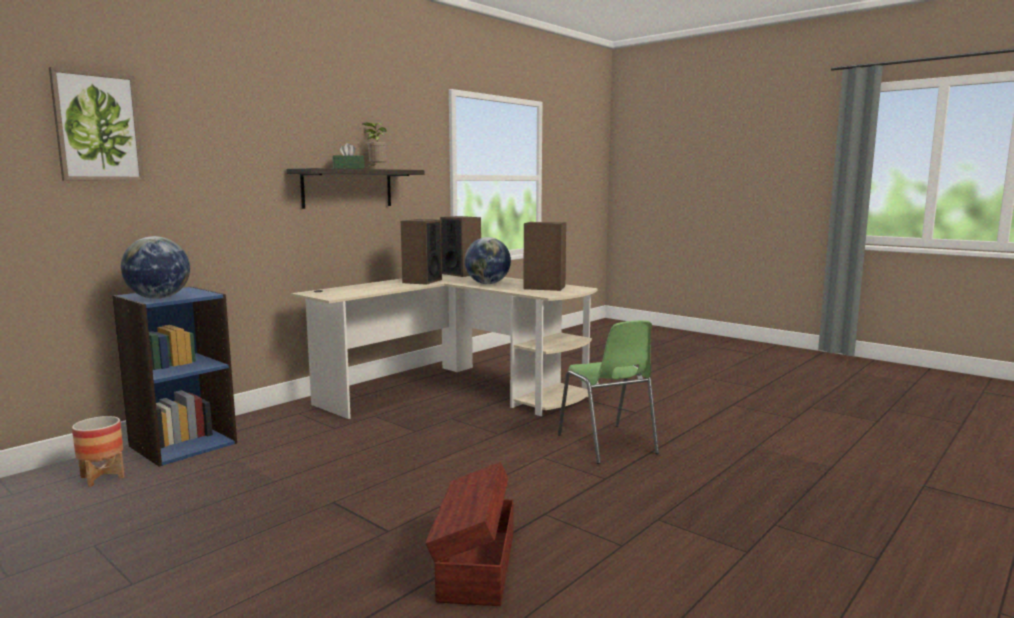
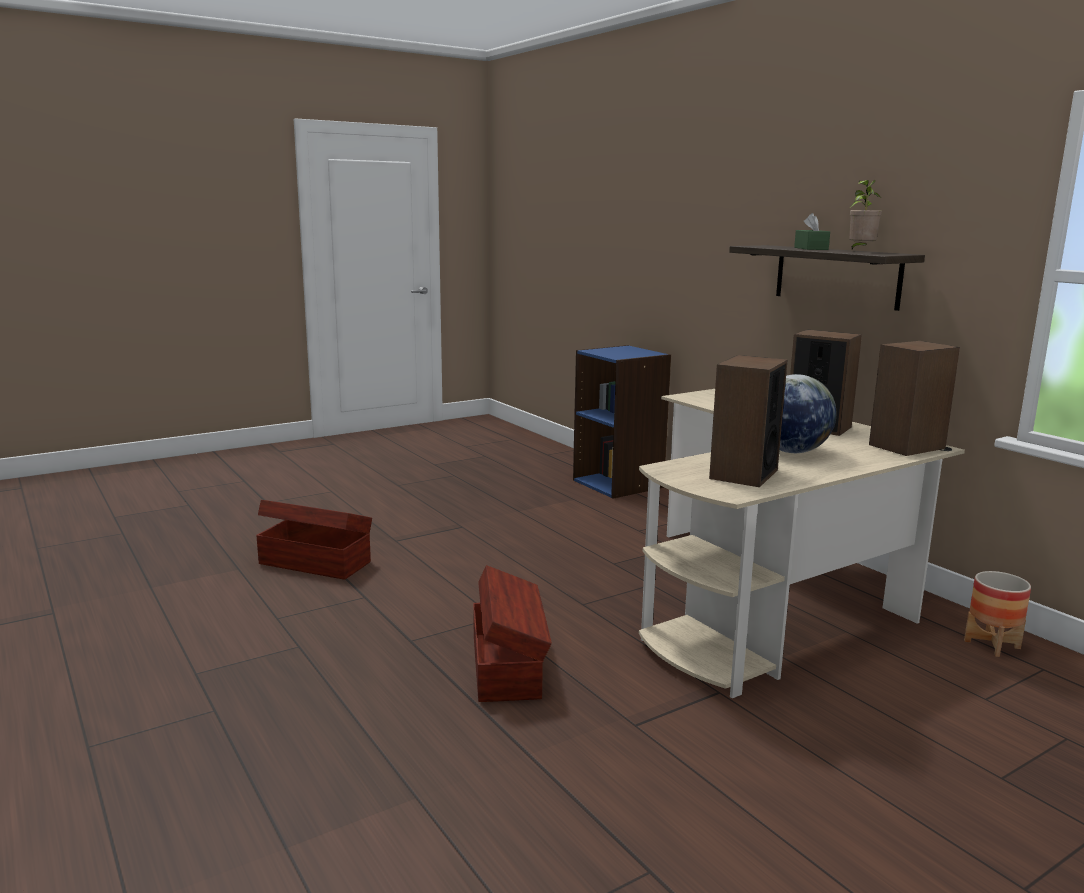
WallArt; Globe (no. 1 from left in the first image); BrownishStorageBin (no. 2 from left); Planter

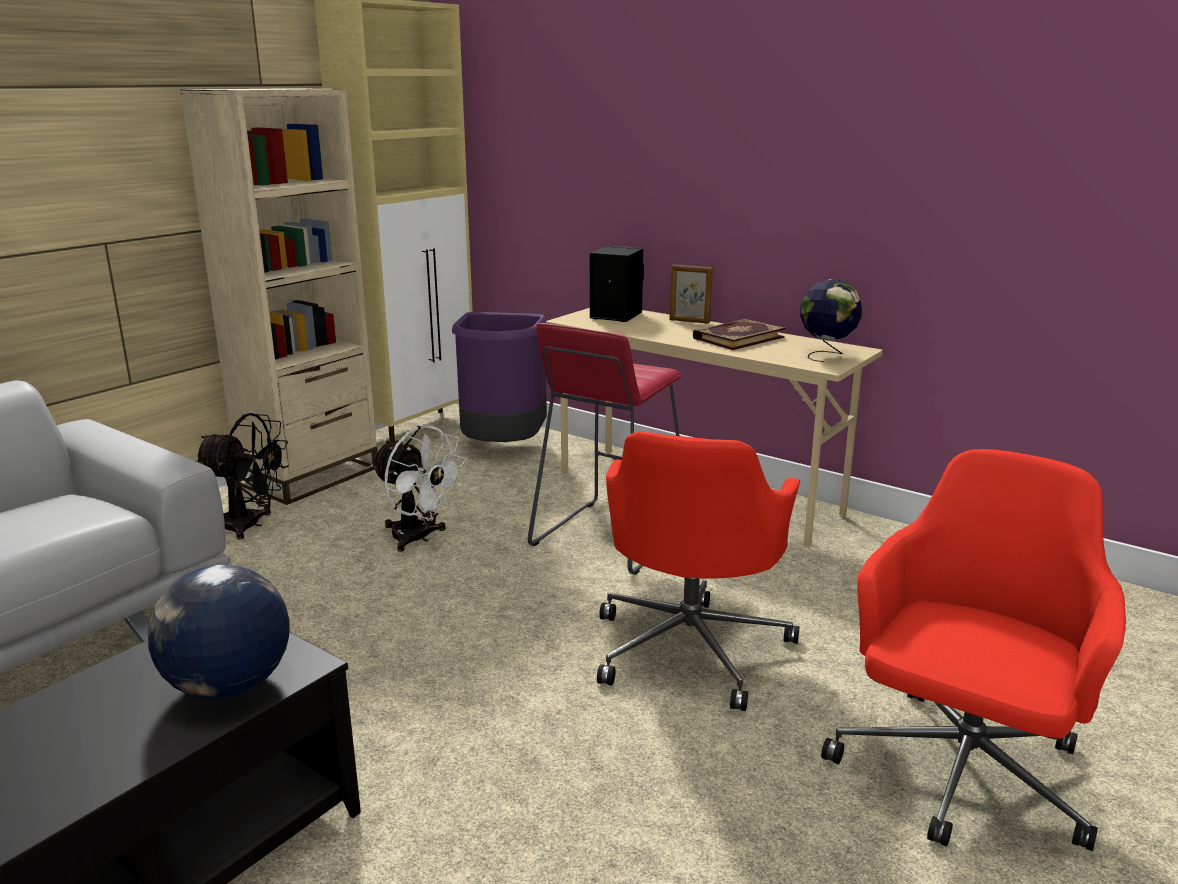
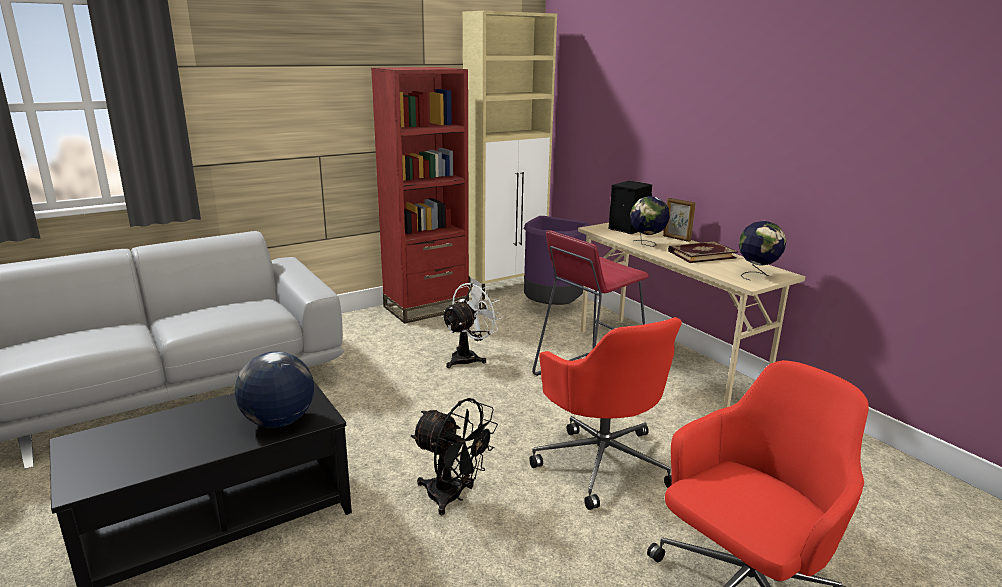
RedBookcase; BlackishCoolingFan; WhitishCoolingFan; RedComputerChair (no. 1 from left); Globe (no. 2 from left)

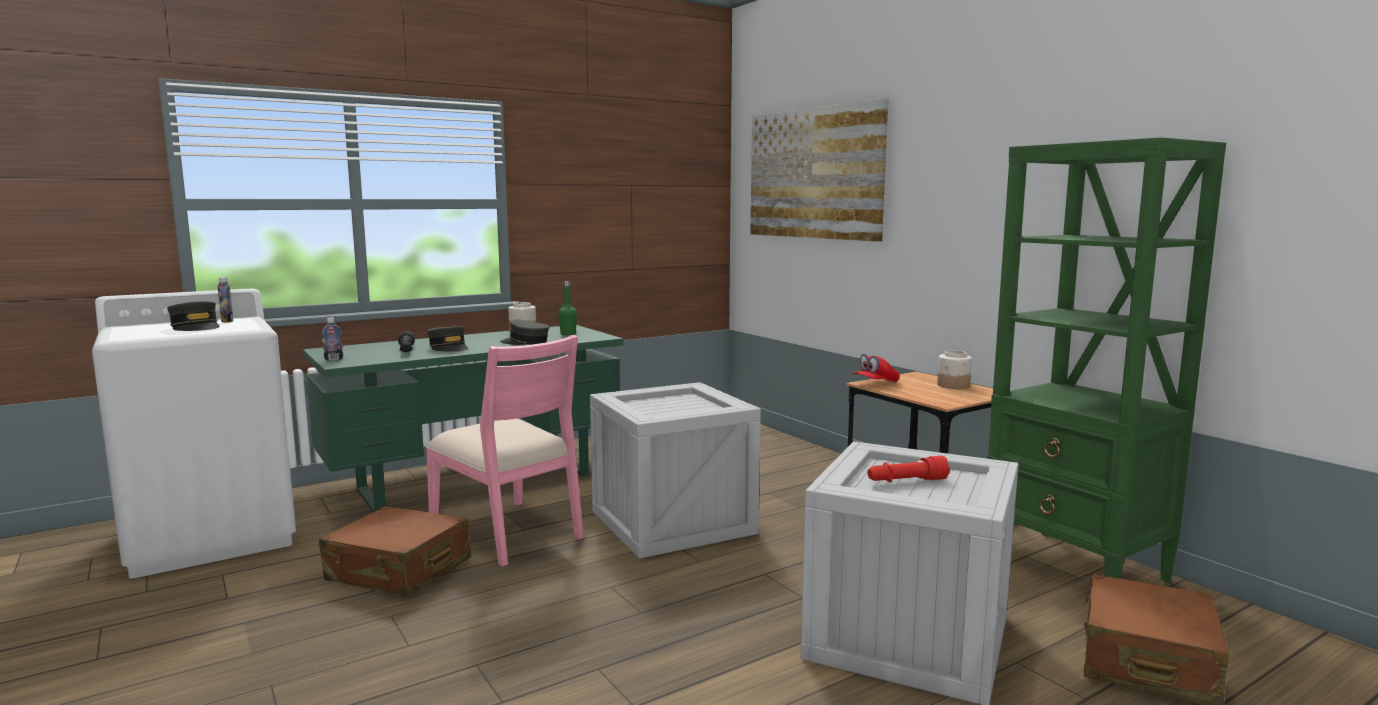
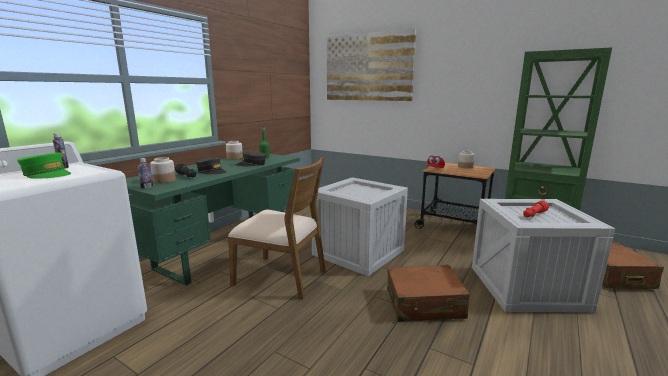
GreenishCap; BrownishPlainChair; BrownishPieceOfLuggage (no. 1 from left); PreserveJar (no. 1 from left)

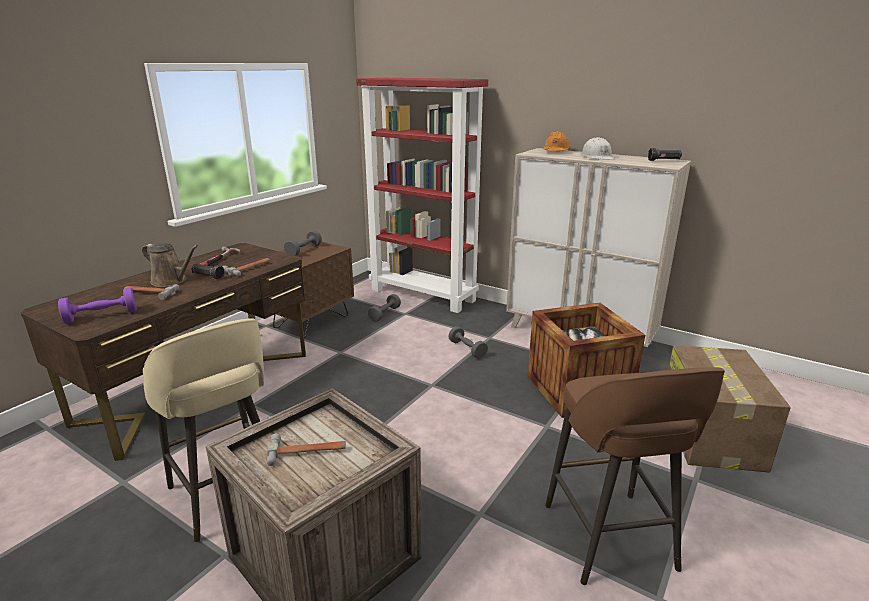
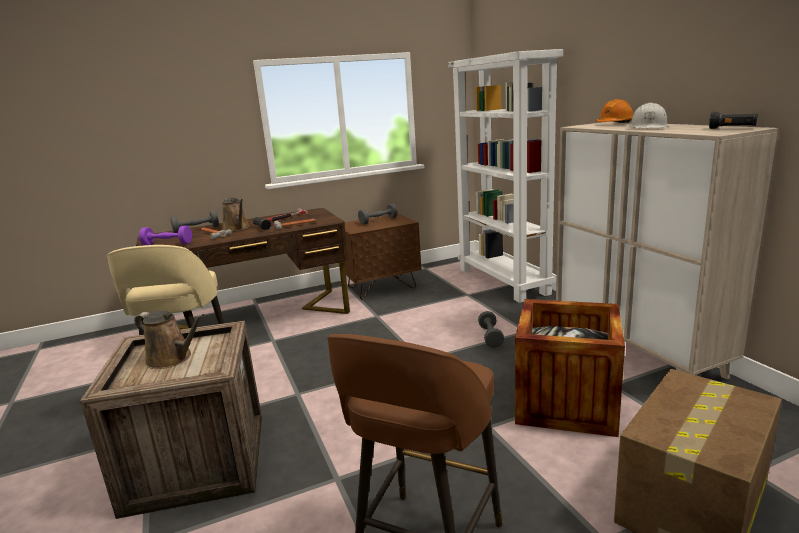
WhitishBookcase; GrayDumbbell (no. 1 from left); BrownishWateringCan (no. 1 from left)

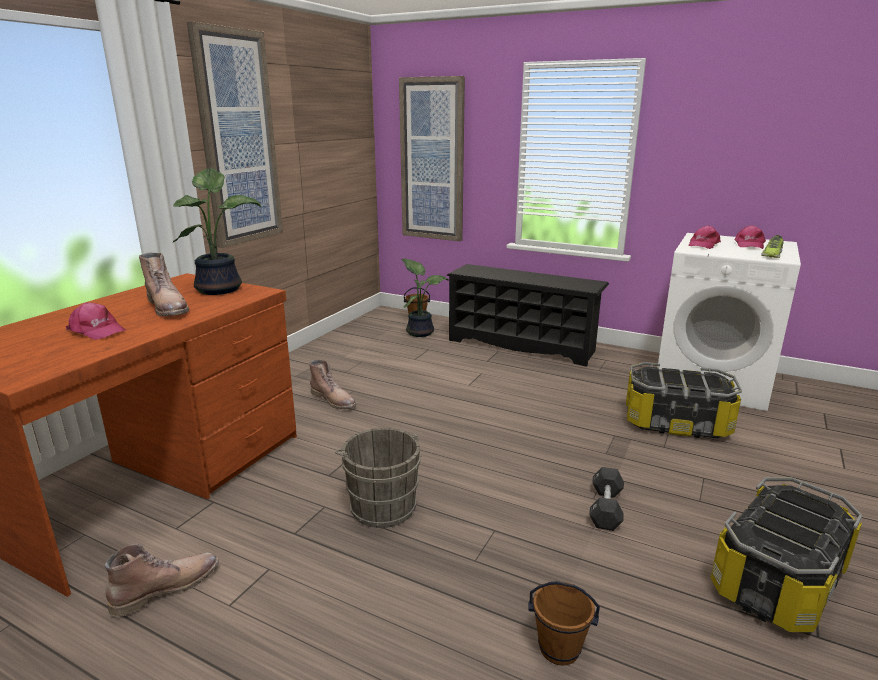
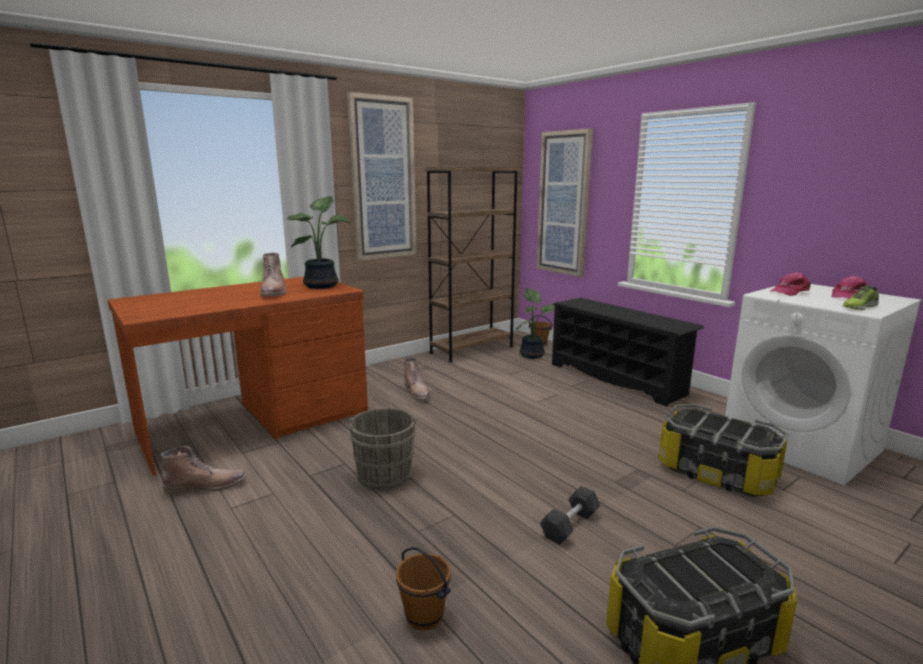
PinkColouredCap (no. 1 from left in the first image); BrownishBookcase

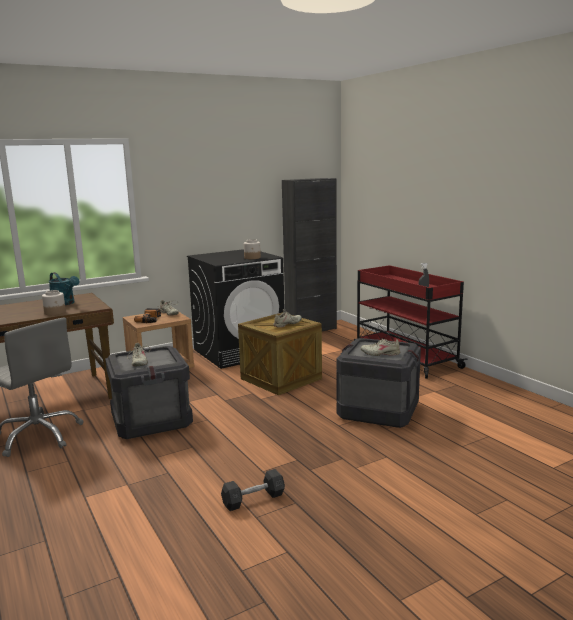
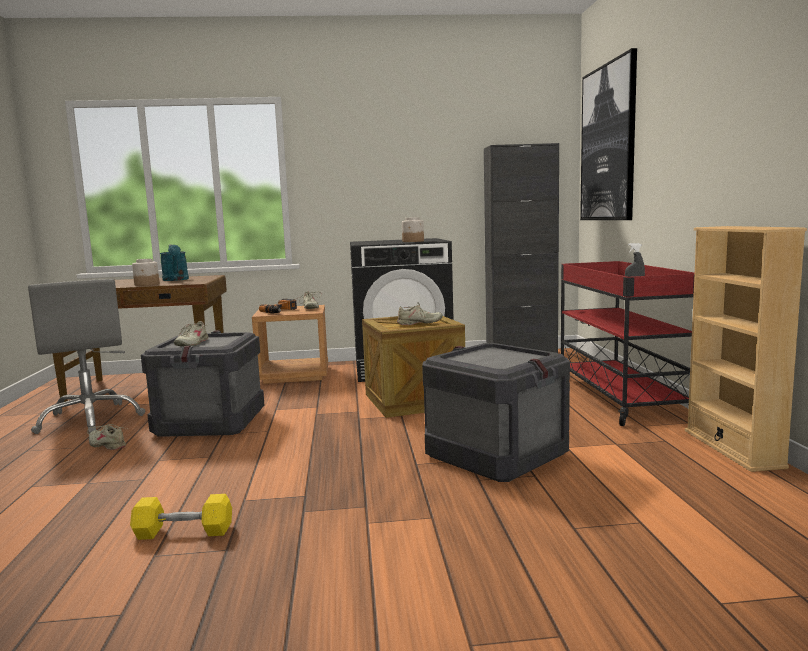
SandColouredLowShoe (no. 1 from left); YellowishDumbbell; WallArt; SandColouredBookcase

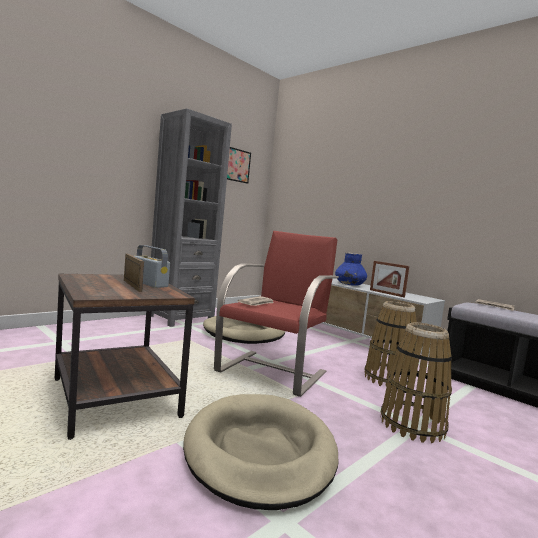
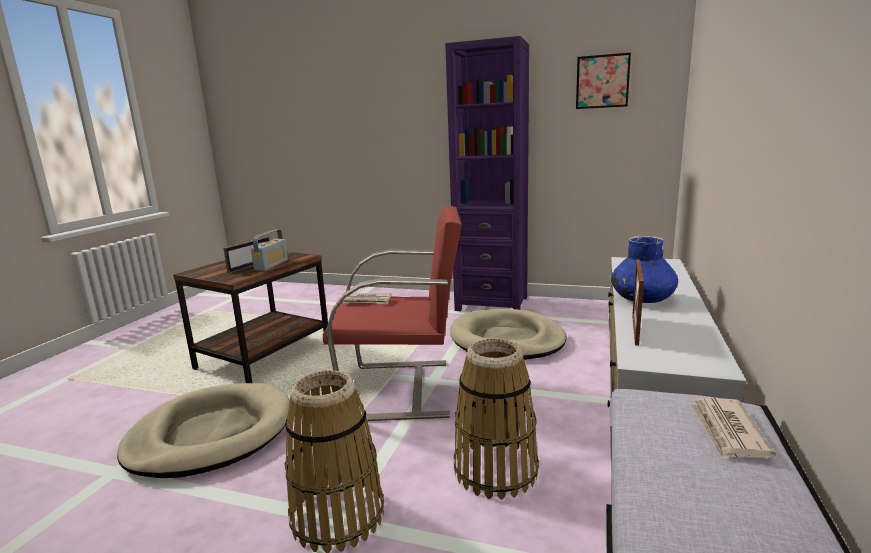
PurplishBookcase

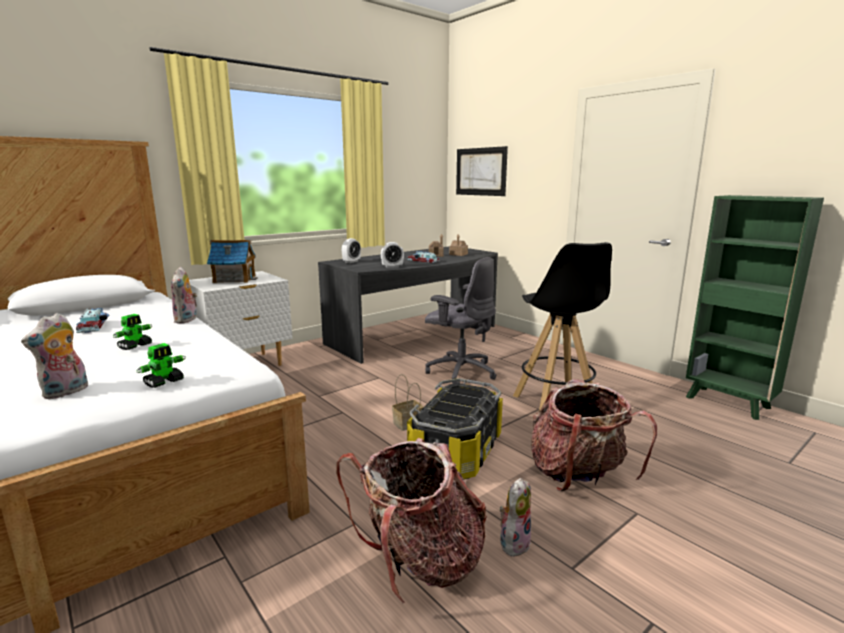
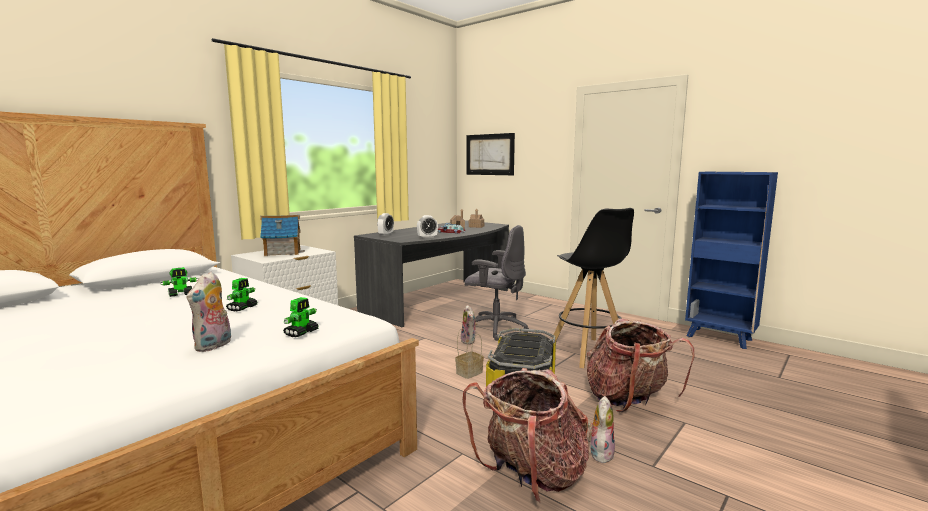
BluishBookcase; CuddlyToy (no. 2 from left); RobotFigure (no. 1 from left)

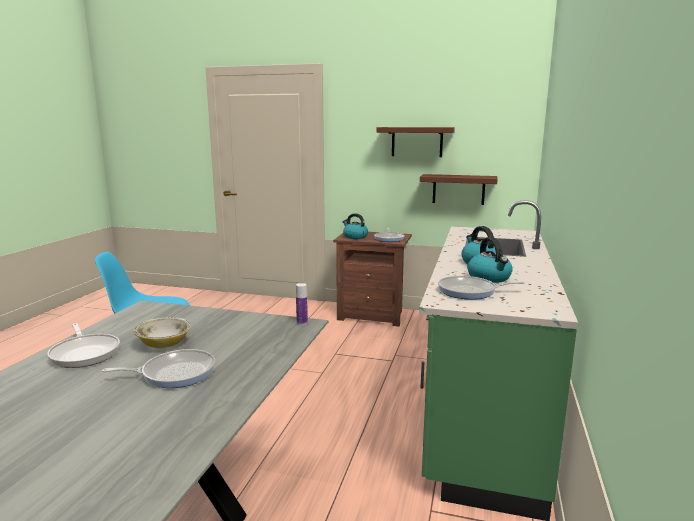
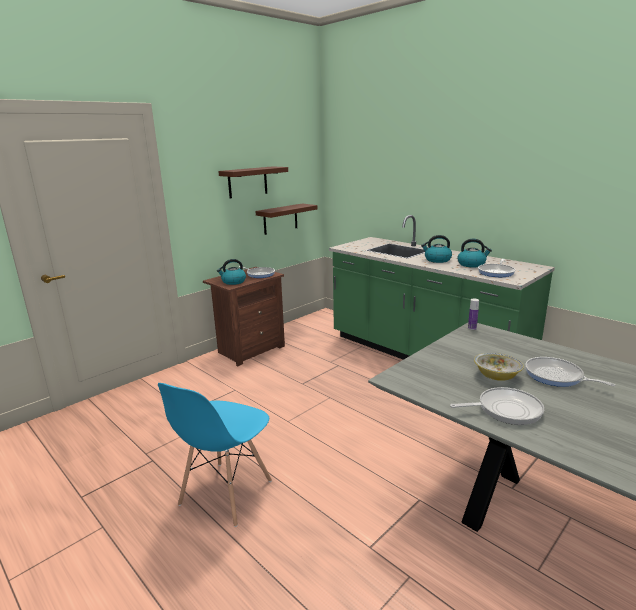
Skillet (no. 4 from left)

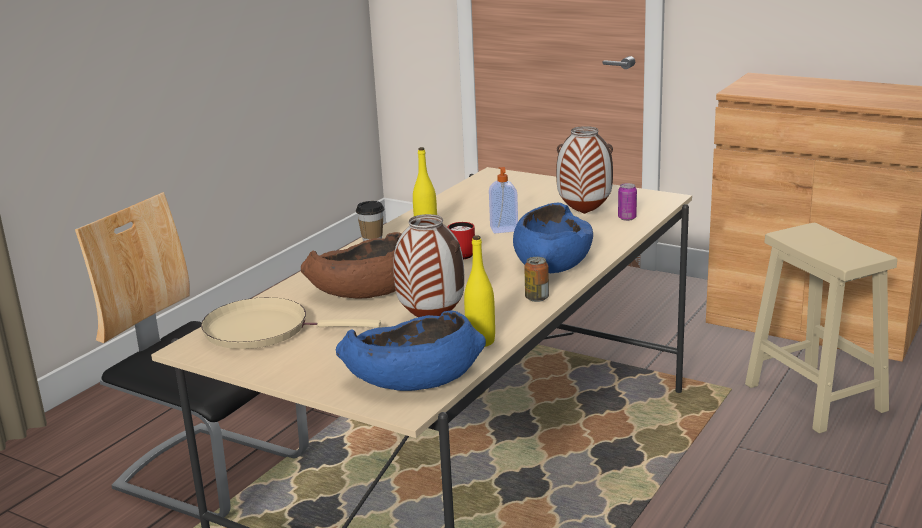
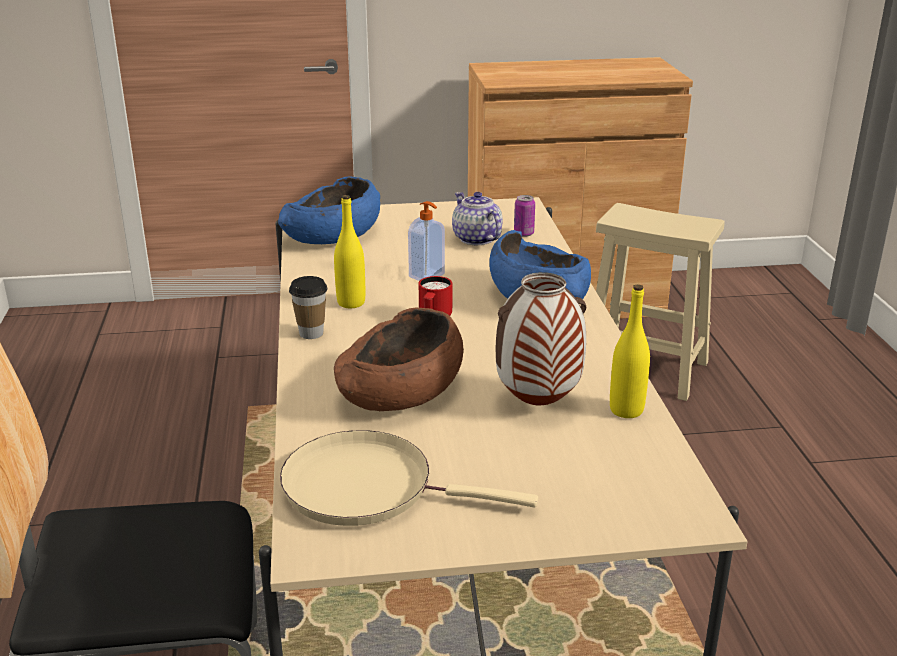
TeaPot; MetalCan (no. 1 from left in the first image); SandColouredSkillet; BluishDeepDish (no. 1 from left)

